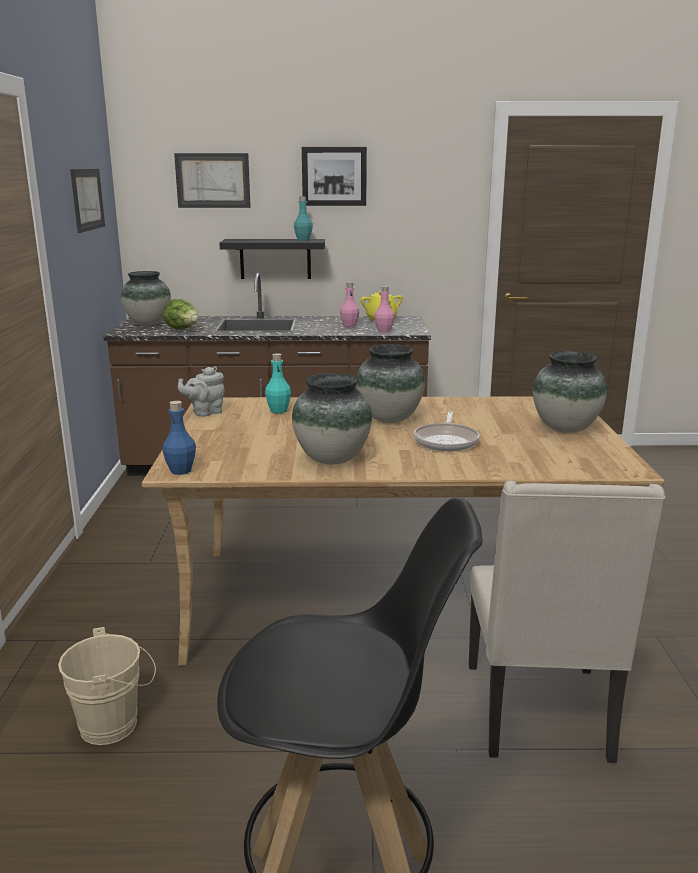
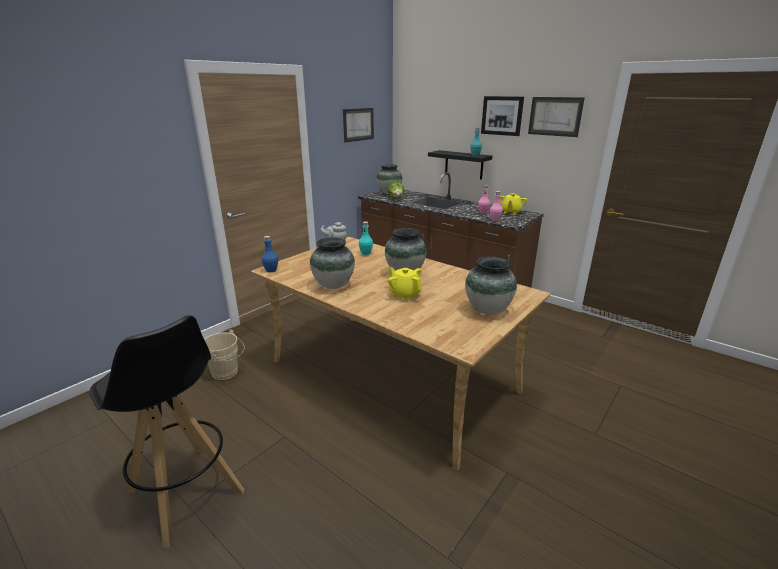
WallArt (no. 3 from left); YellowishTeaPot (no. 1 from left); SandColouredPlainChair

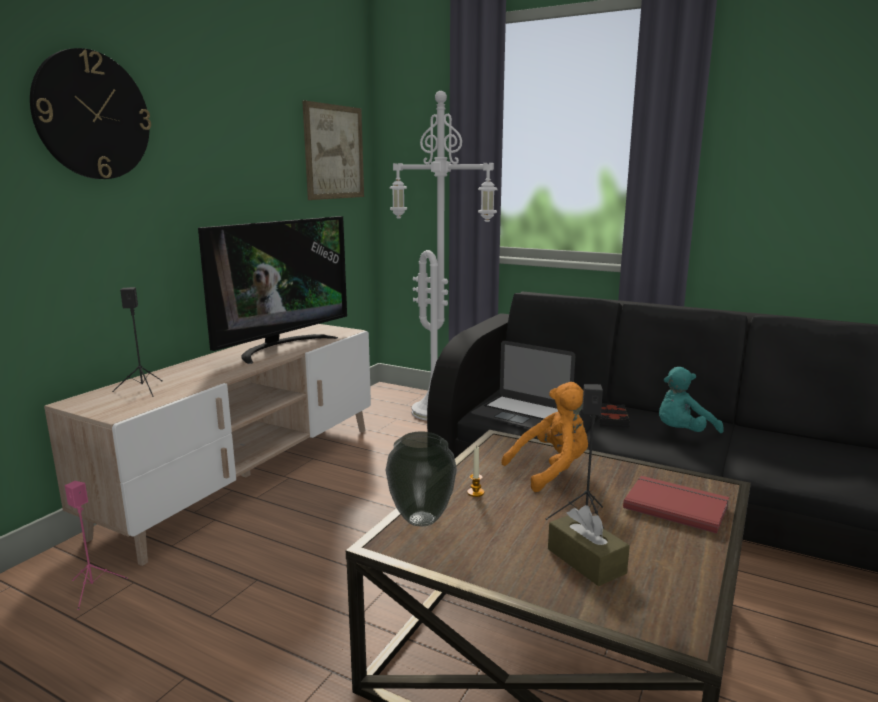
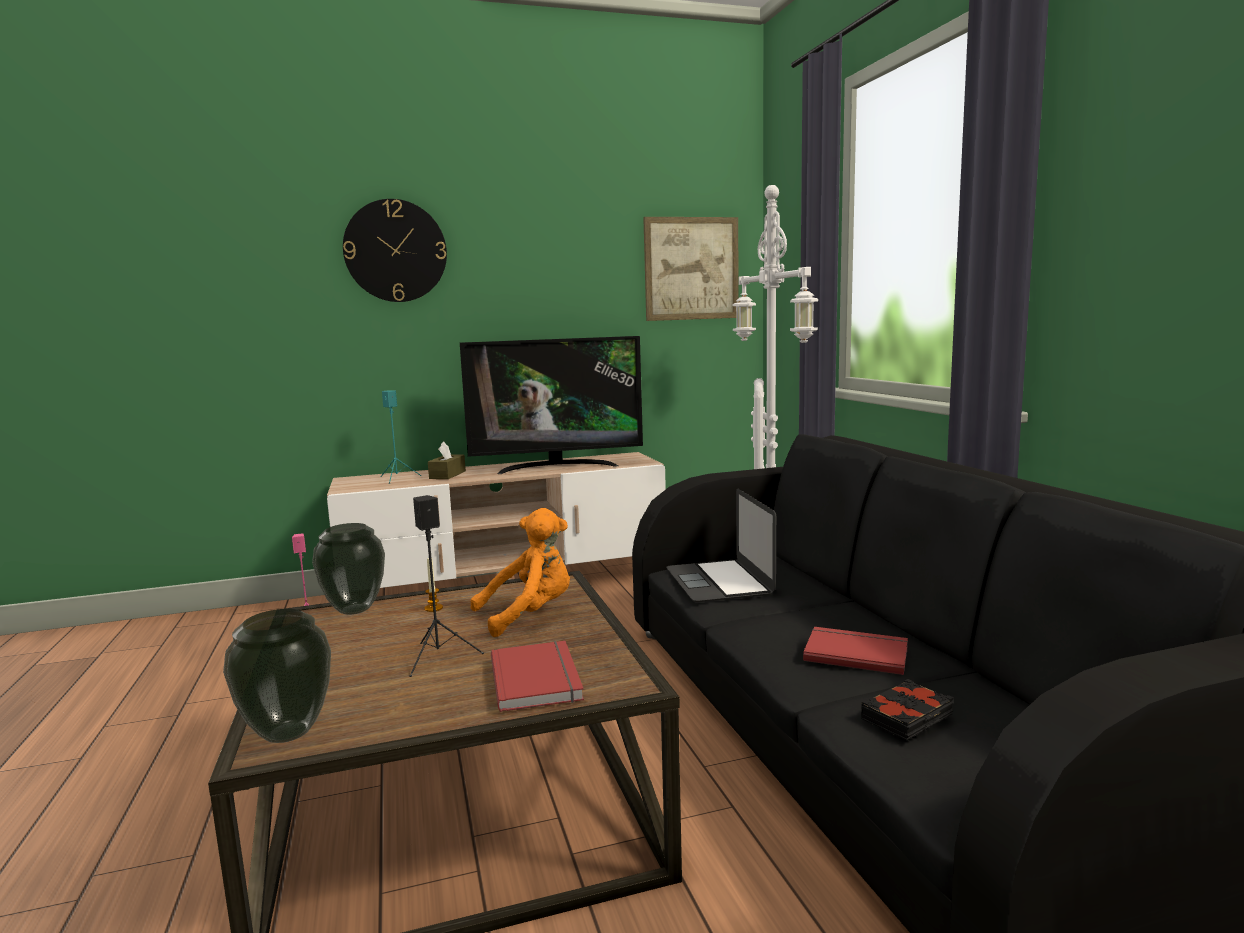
BlueGreenLoudspeaker; RedBook (no. 2 from left); OrangeyCuddlyToy; BlackishBook; BrownishBoxOfTissues; DecorativeVase (no. 1 from left)

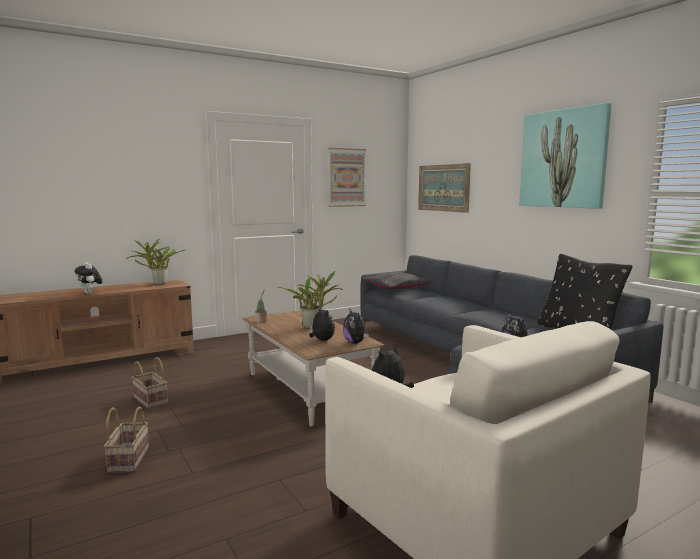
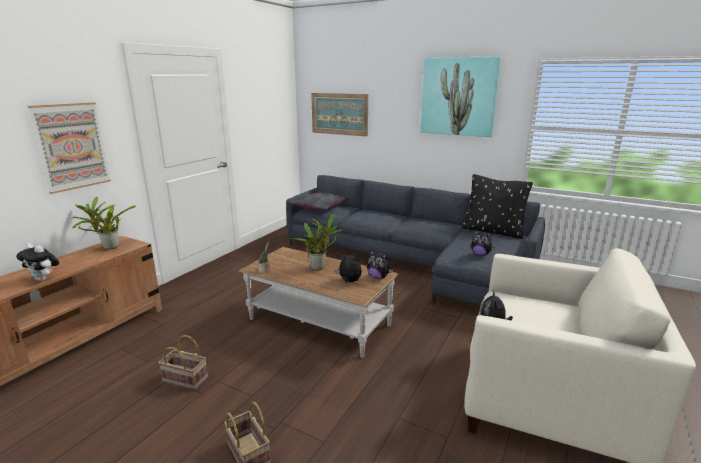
WallArt (no. 1 from left)

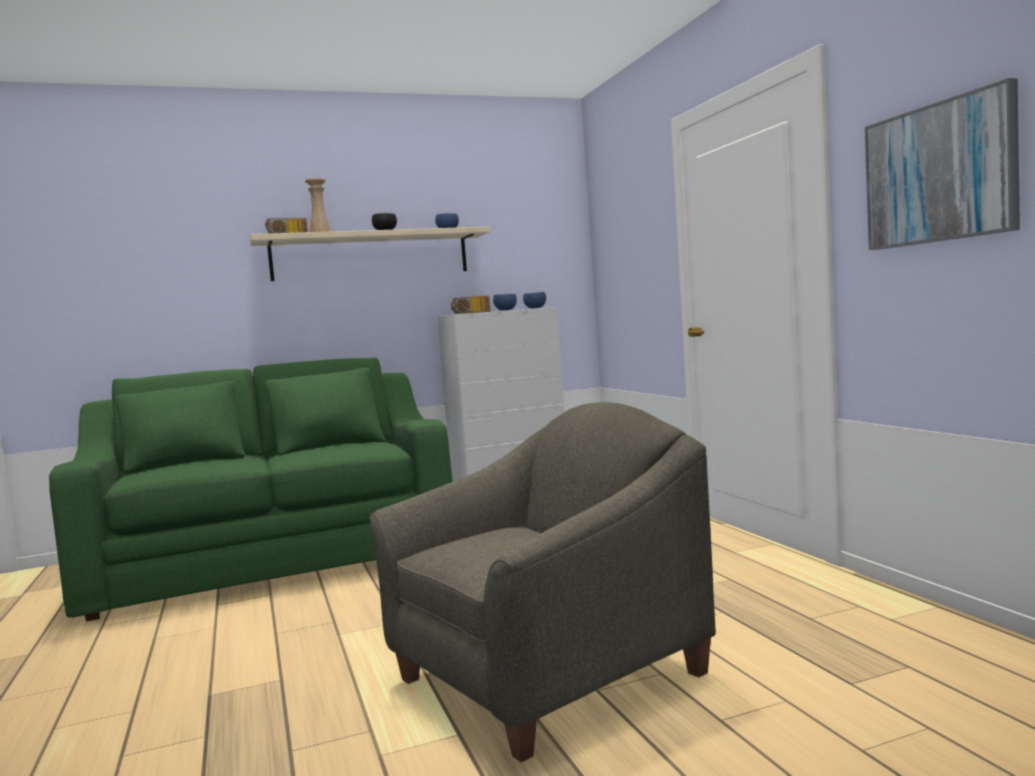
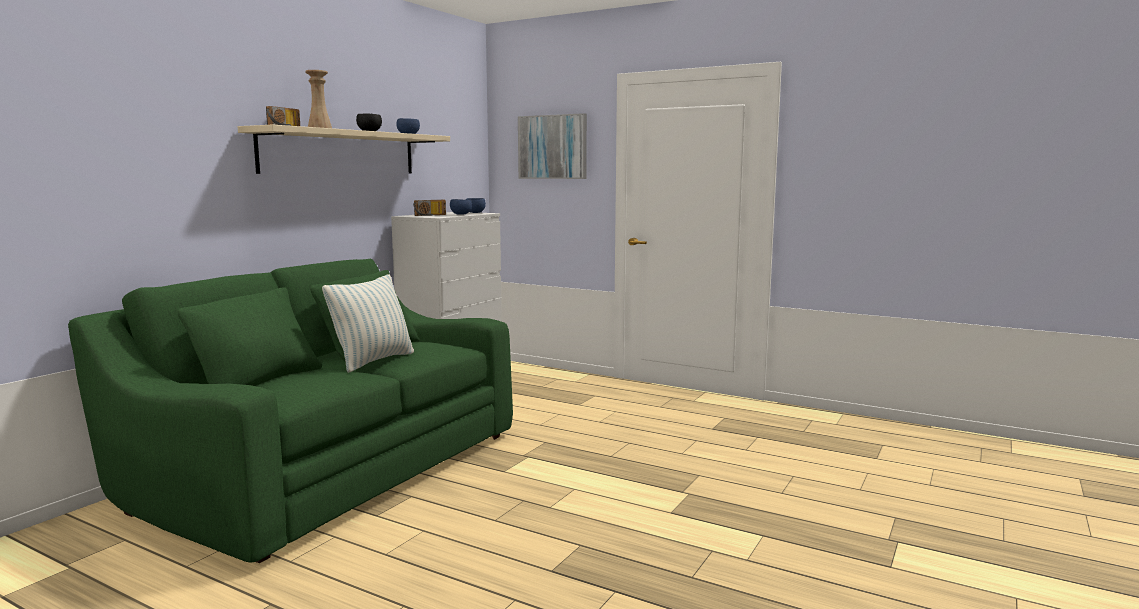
WallArt; GrayLoungeChair; Pillow

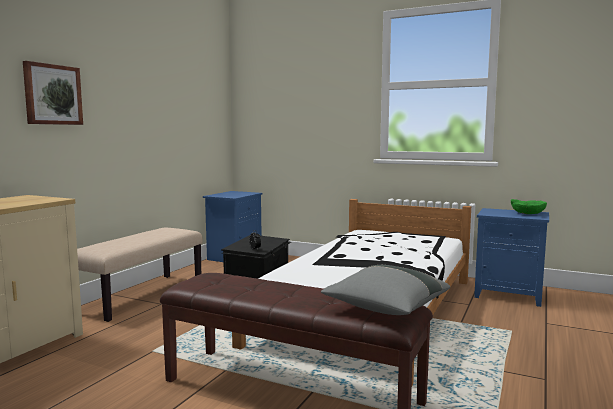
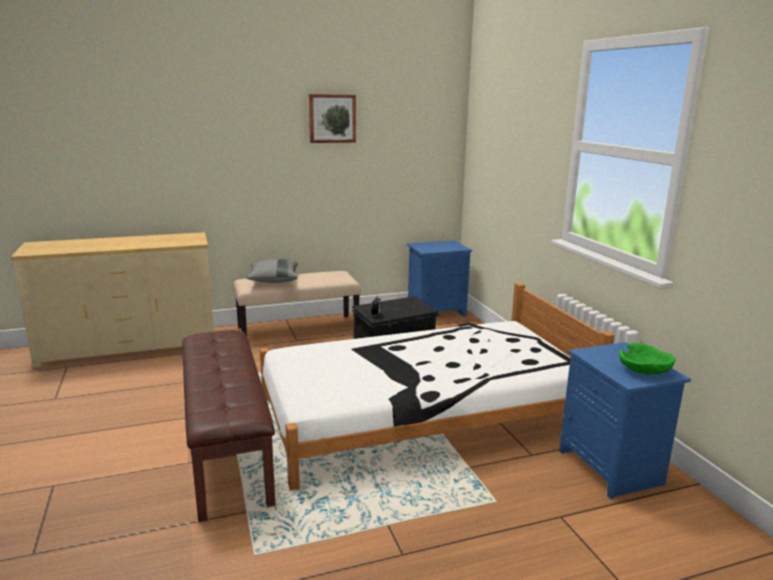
WallArt; GrayPillow

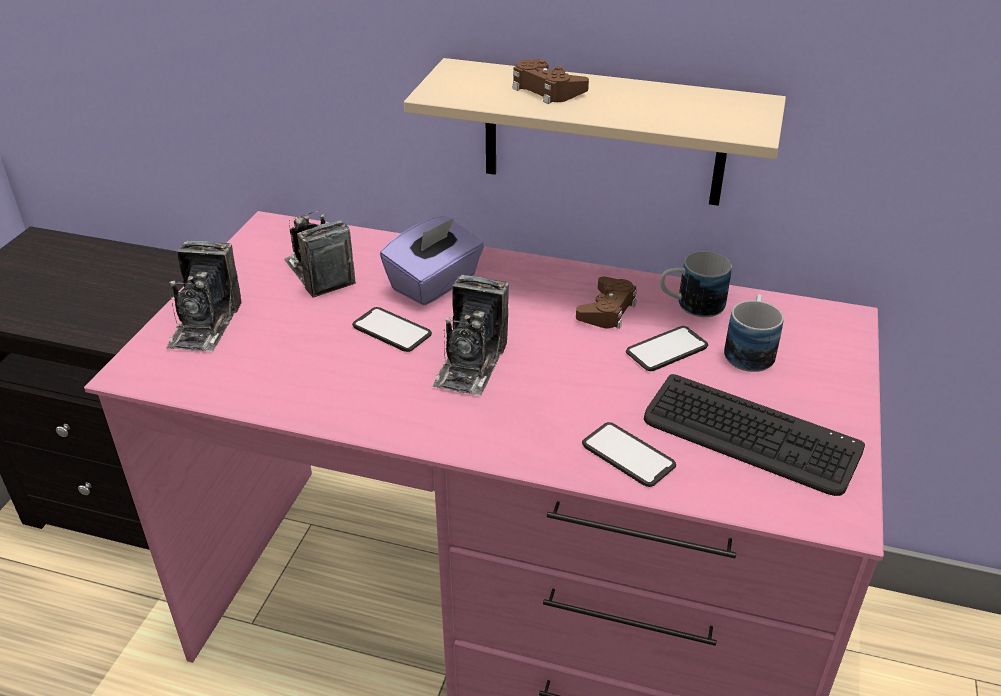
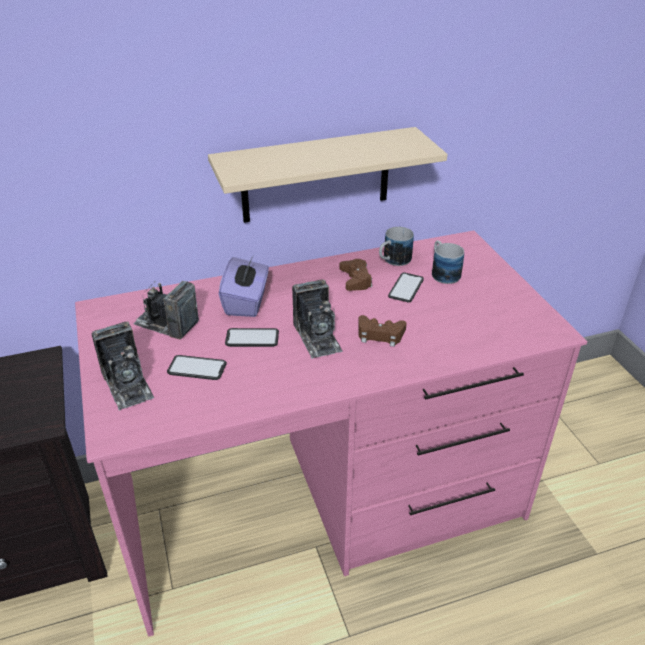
BrownishJoypad (no. 2 from left); Keyboard; Phone (no. 1 from left)

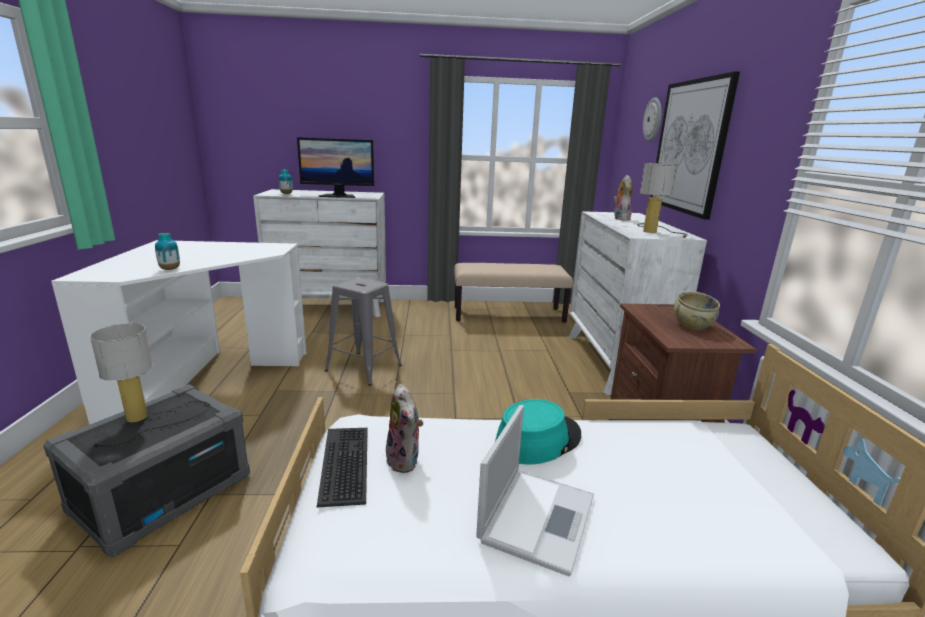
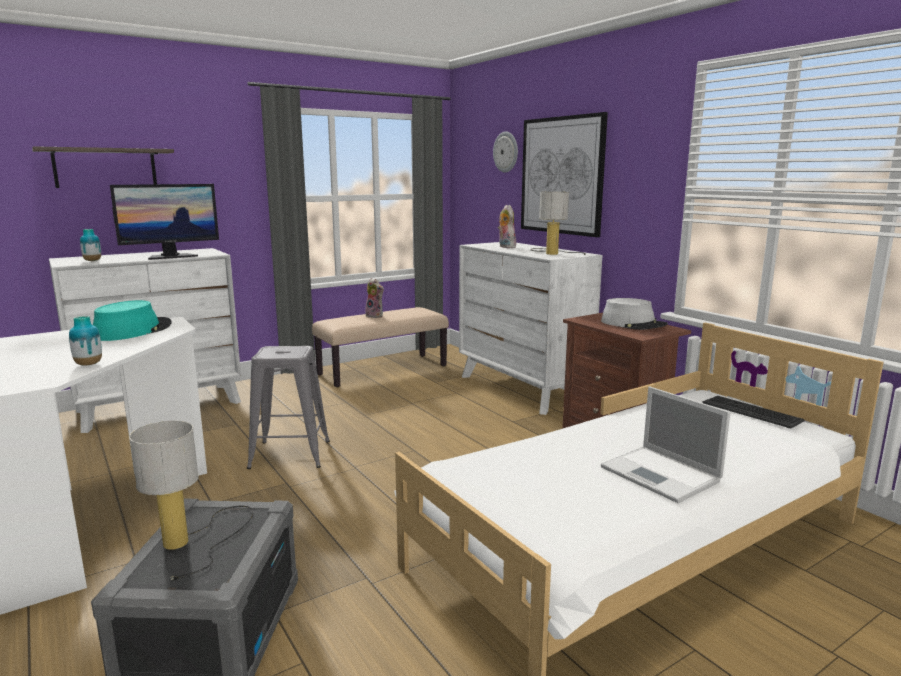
GrayClothingHat; CuddlyToy (no. 1 from left); BlueGreenClothingHat; Laptop; Keyboard; WallShelf

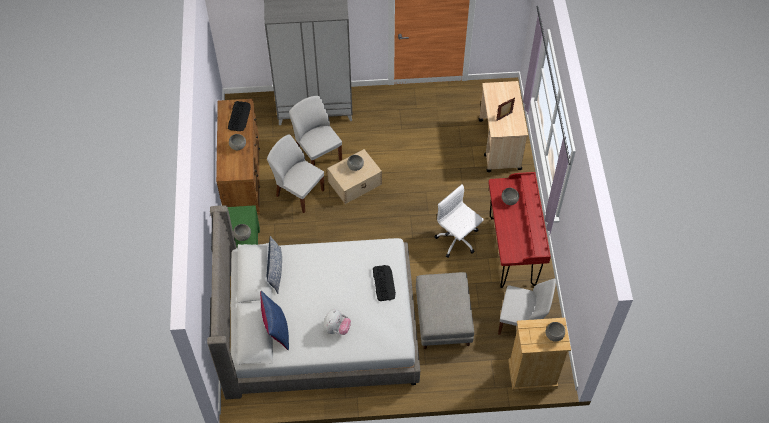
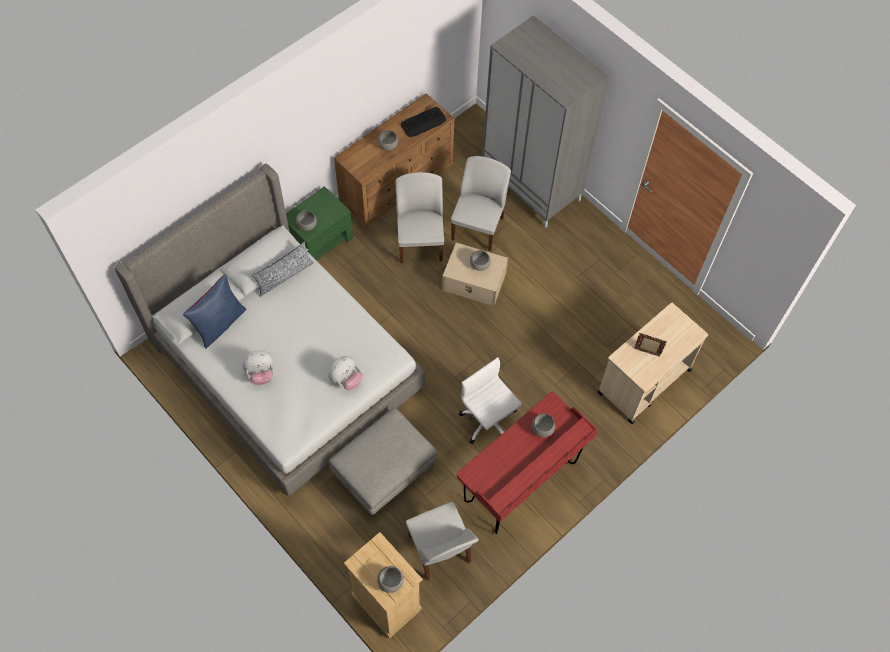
WhitishComputerChair; CuddlyToy (no. 2 from left)

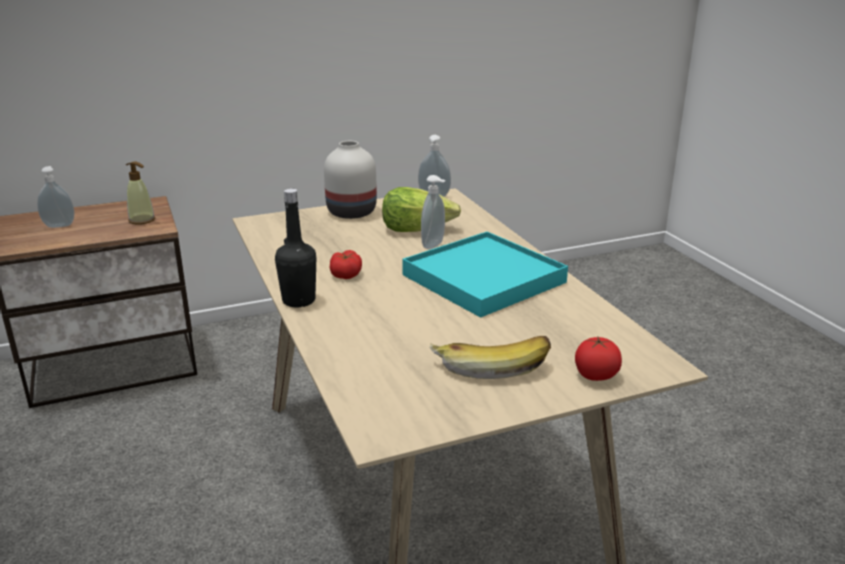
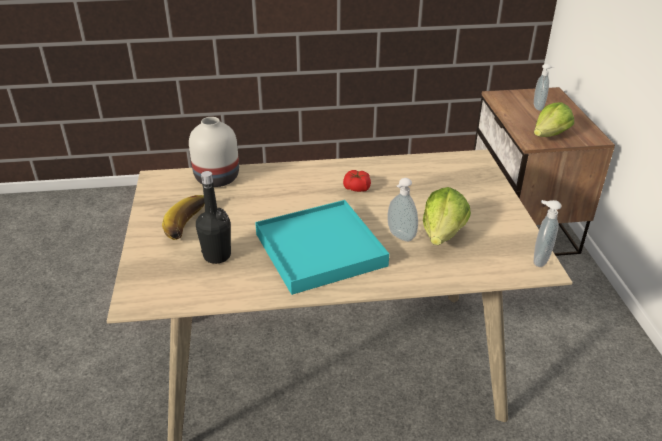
WhitishDecorativeVase; HeadOfLettuce (no. 2 from left); BlackishBeverageBottle; Tomato (no. 2 from left in the first image)

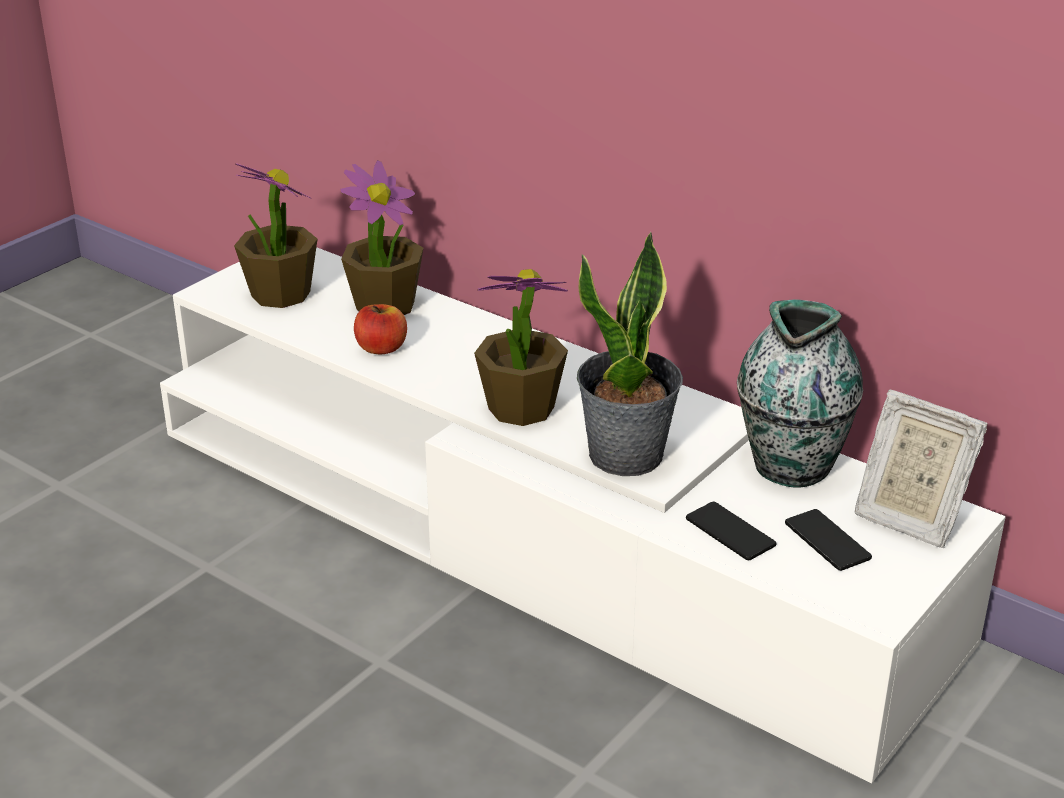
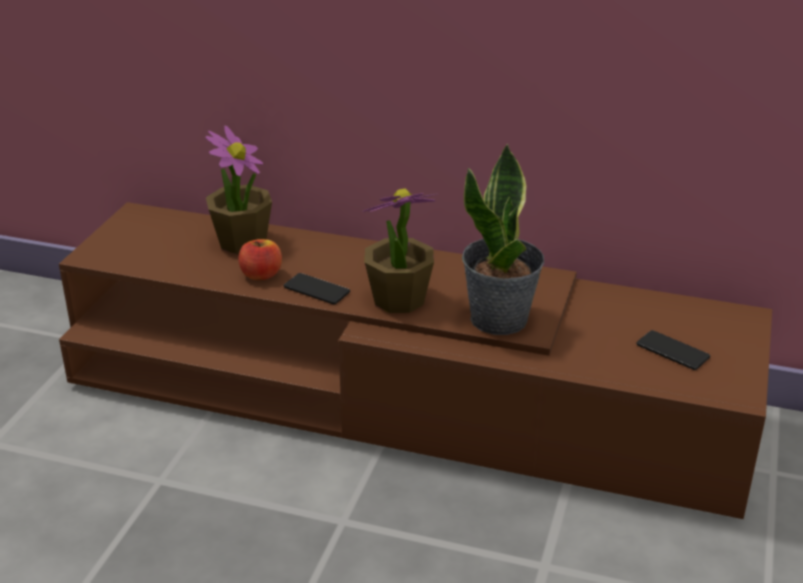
Houseplant (no. 1 from left in the first image); BrownishMediaConsole; DecorativeVase; PictureFrame; Phone (no. 1 from left)

